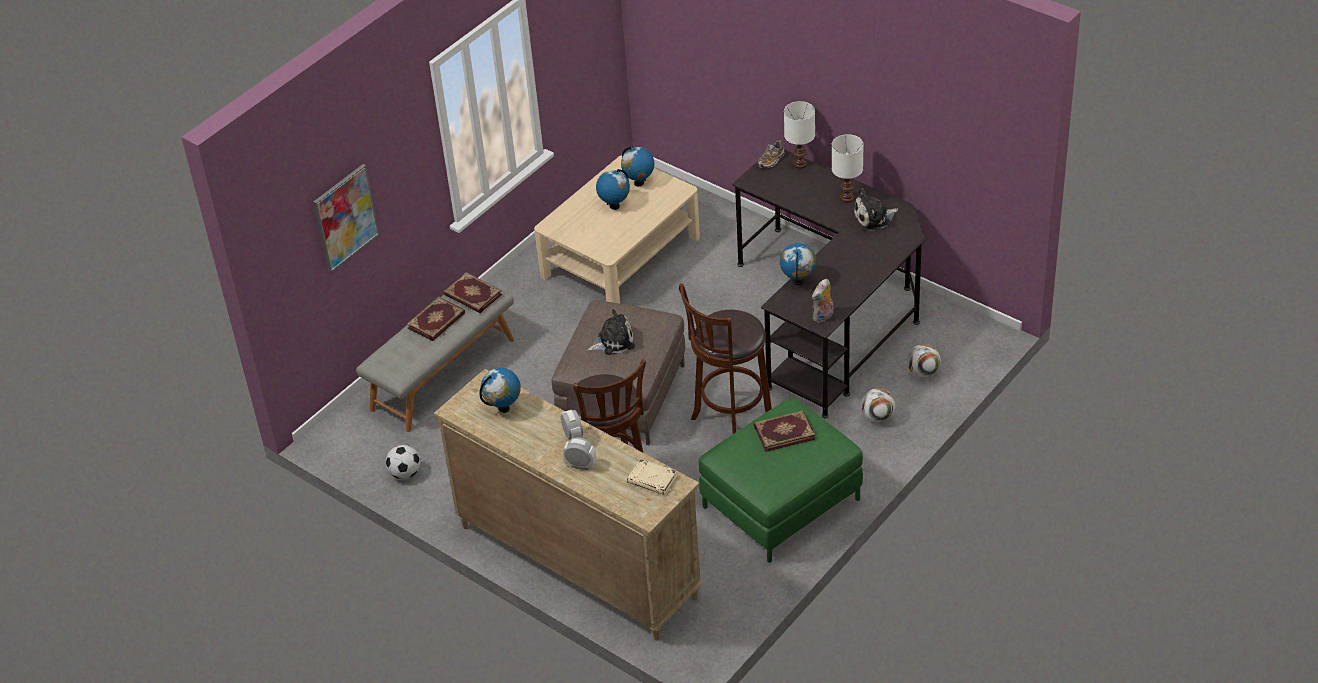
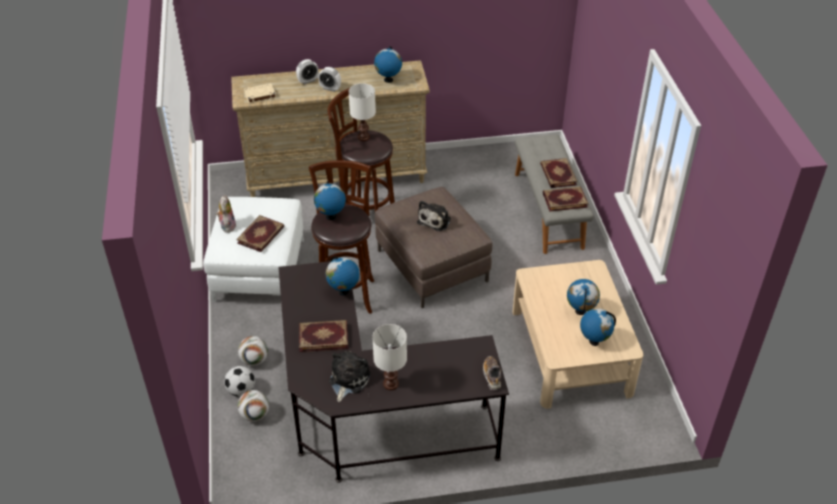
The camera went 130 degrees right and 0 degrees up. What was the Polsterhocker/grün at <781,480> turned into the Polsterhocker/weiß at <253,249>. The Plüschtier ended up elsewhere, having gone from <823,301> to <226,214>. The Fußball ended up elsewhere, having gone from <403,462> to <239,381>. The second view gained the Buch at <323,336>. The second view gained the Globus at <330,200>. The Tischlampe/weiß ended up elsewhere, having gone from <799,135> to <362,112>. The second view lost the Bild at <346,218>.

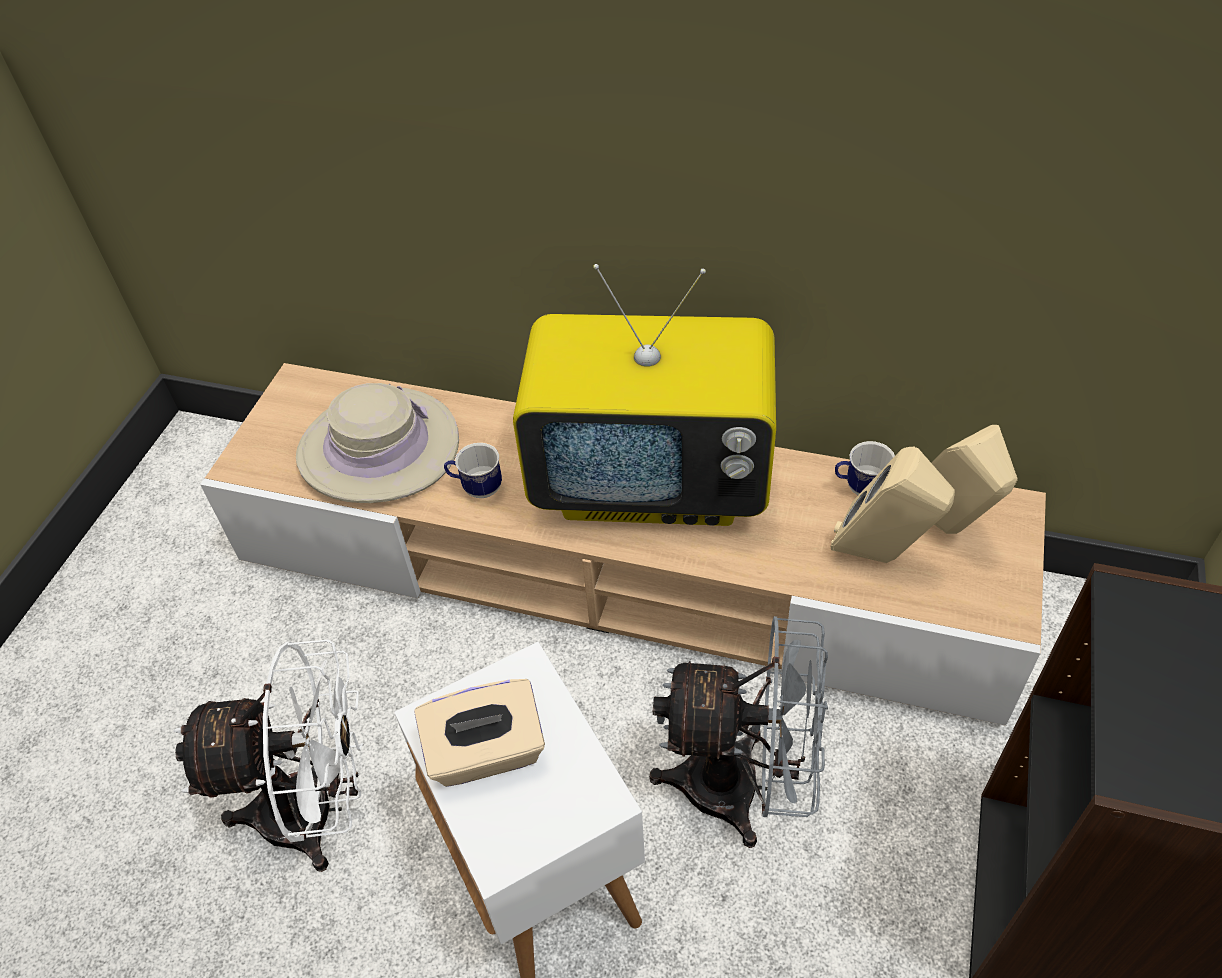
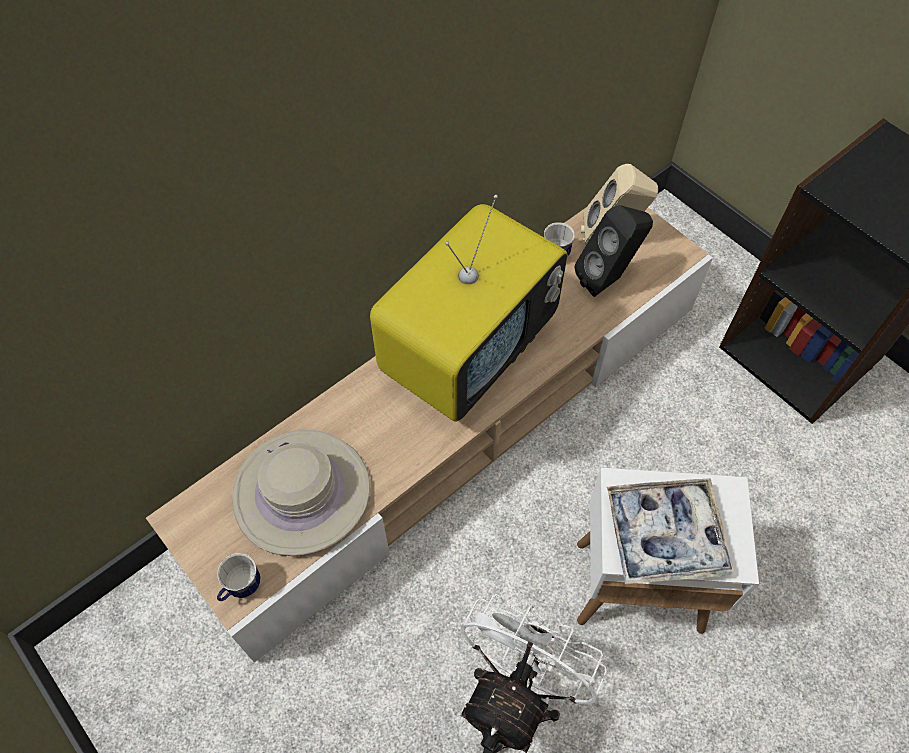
The camera went 60 degrees left and 10 degrees up. The Henkelbecher ended up elsewhere, having gone from <473,470> to <239,577>. What was the Lautsprecher/beige at <893,505> turned into the Lautsprecher/schwarz at <613,251>. Where the Taschentuchbox/beige stood at <479,733>, the Tablett came to stand at <670,531>. The second view lost the Ventilator/grau at <738,732>.

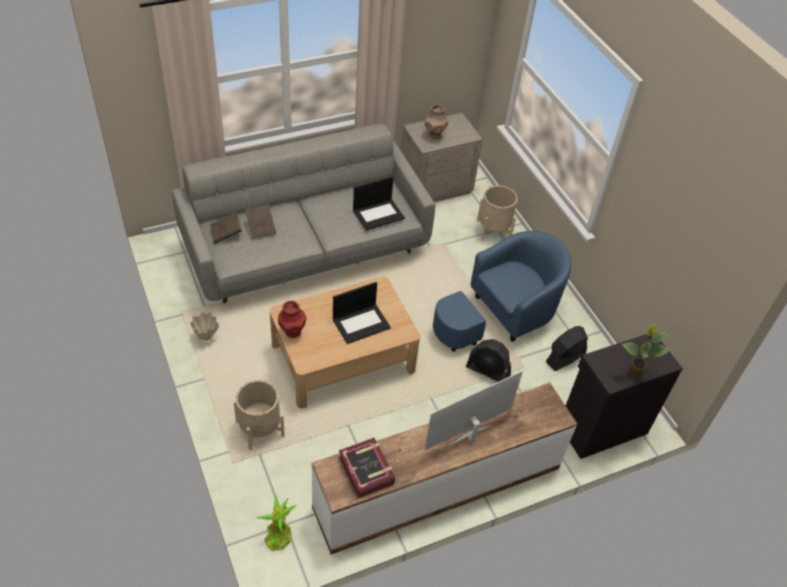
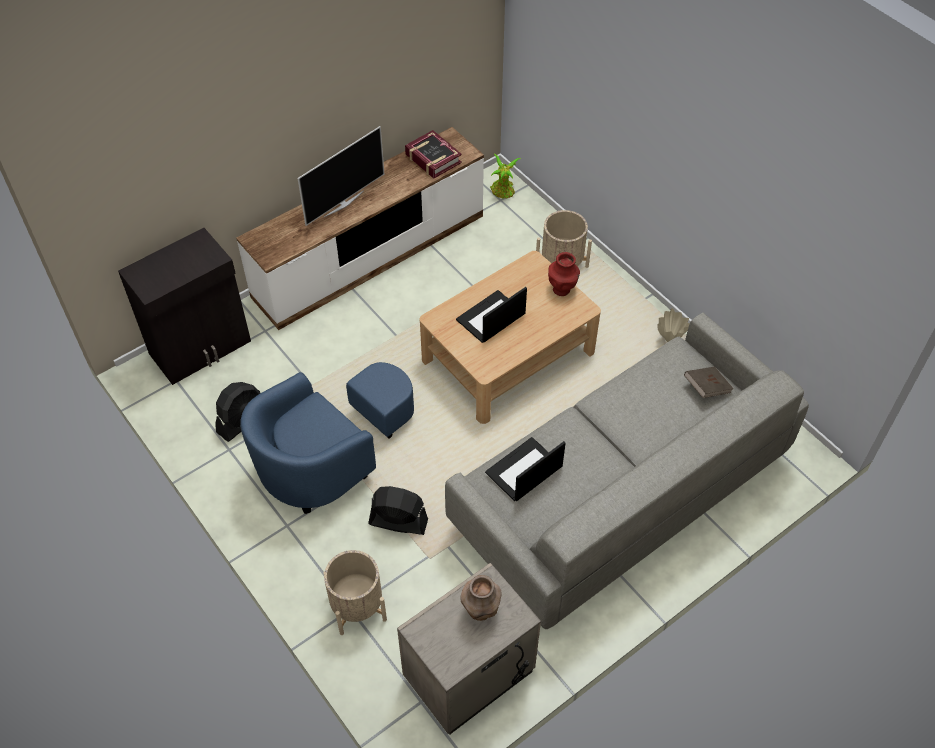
The camera went 170 degrees right and 5 degrees up. The Ventilator/schwarz ended up elsewhere, having gone from <488,360> to <398,510>. The second view lost the Buch/braun at <260,221>. The second view lost the Topfpflanze at <645,351>.

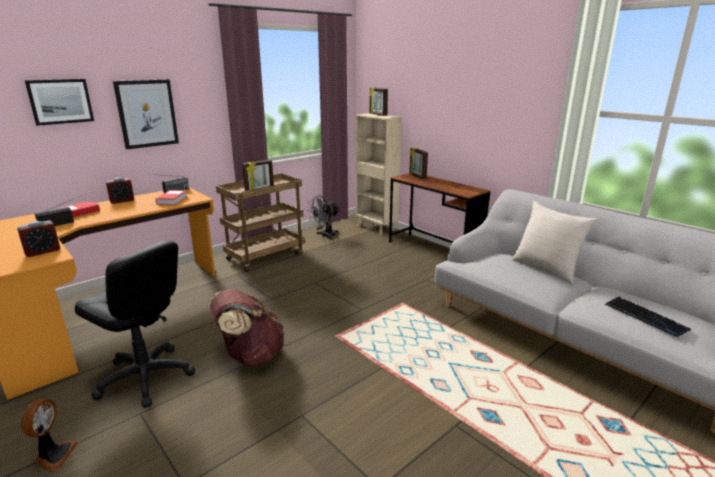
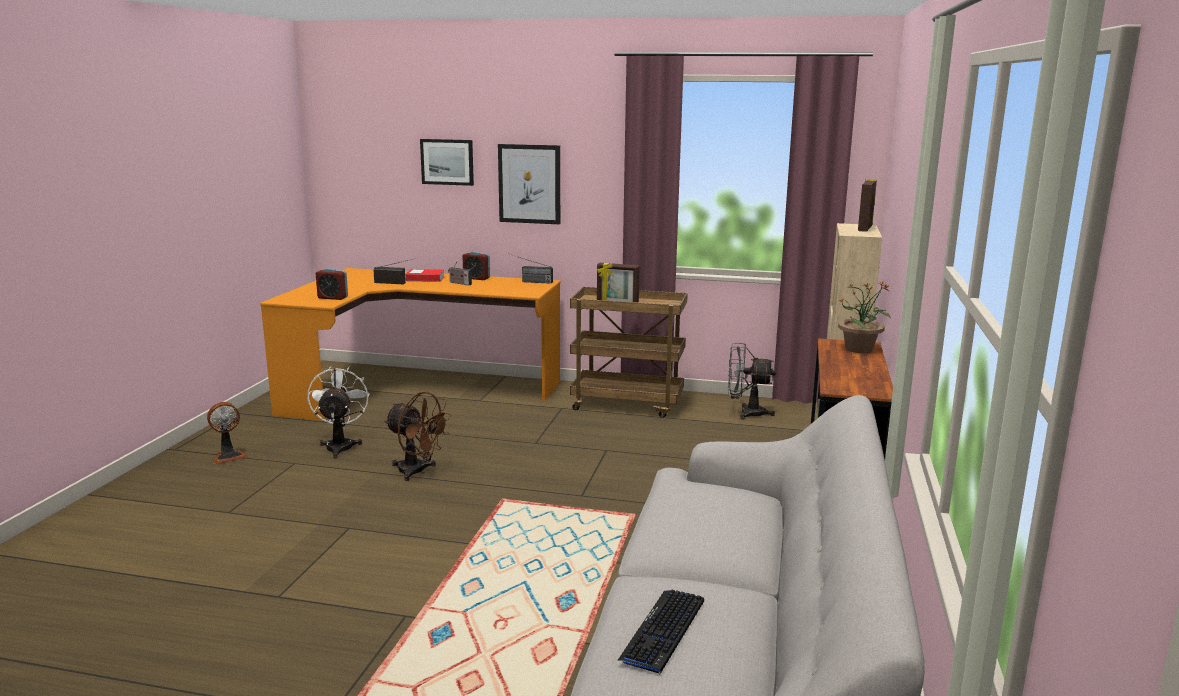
The camera went 55 degrees right and 5 degrees down. Where the Bürostuhl/schwarz stood at <135,324>, the Ventilator/weiß came to stand at <339,412>. Where the Rucksack/braun stood at <247,327>, the Ventilator/braun came to stand at <418,436>. The second view gained the Radio at <460,273>. Where the Bilderrahmen stood at <418,163>, the Topfpflanze came to stand at <864,316>. The second view lost the Buch at <171,197>. The second view lost the Kissen/beige at <555,242>.

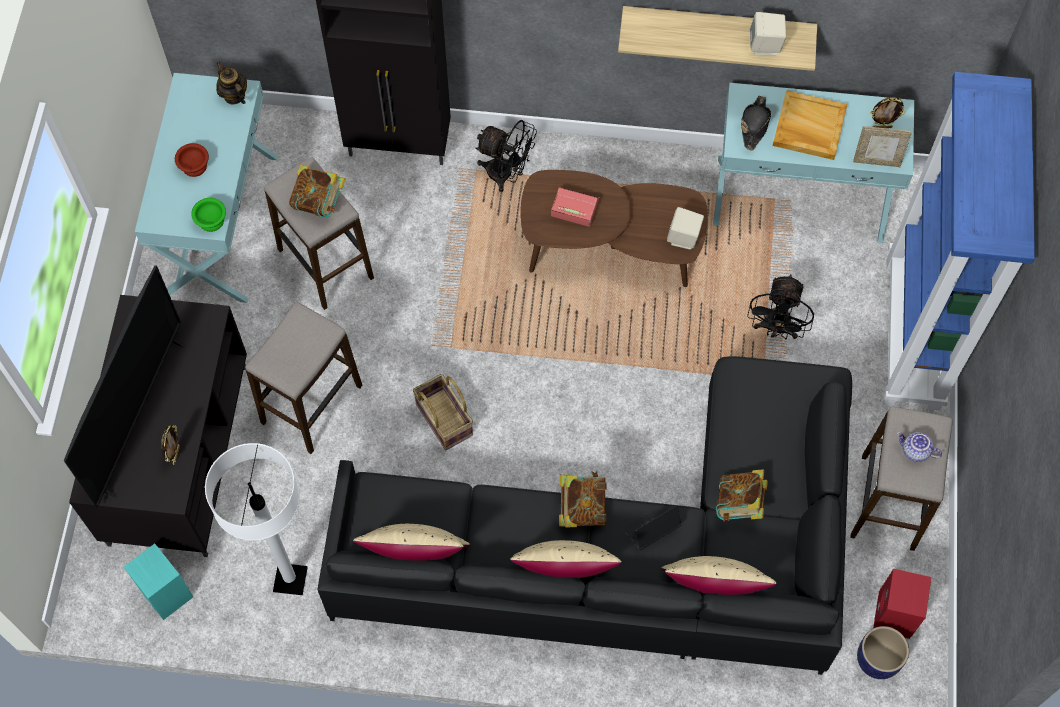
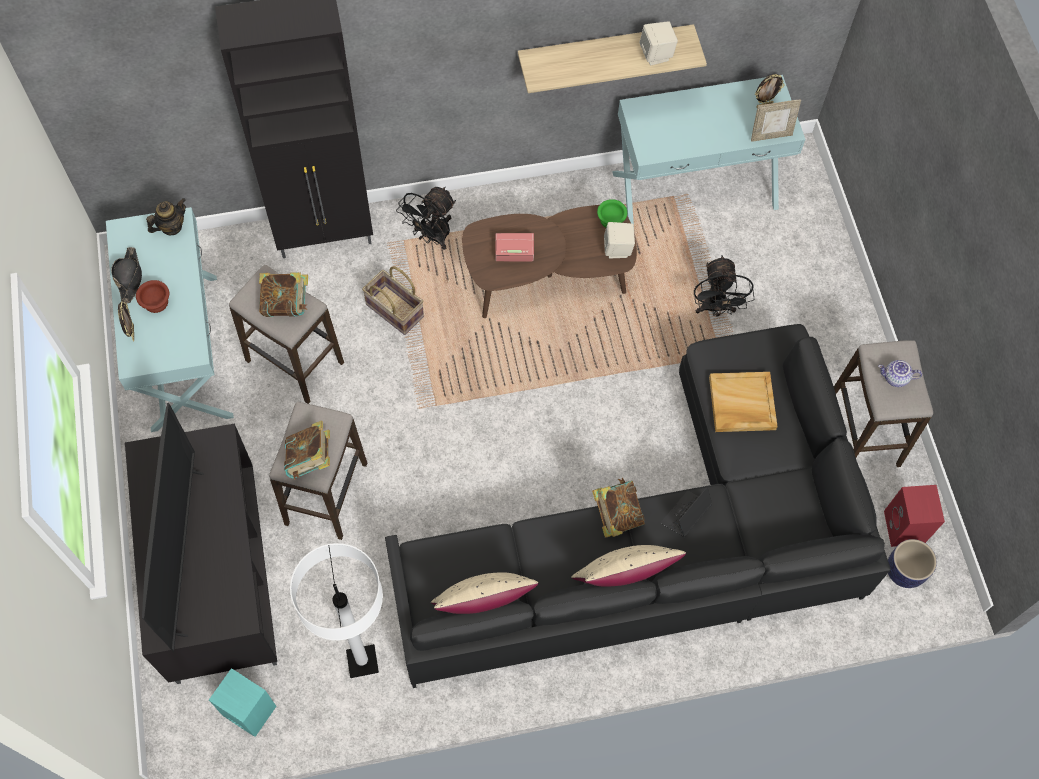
The camera went 20 degrees left and 0 degrees up. The Hut/schwarz ended up elsewhere, having gone from <756,123> to <126,275>. The Bilderrahmen ended up elsewhere, having gone from <170,445> to <126,322>. The Teekanne at <231,82> ended up facing another way, 105 degrees clockwise from before. The Buch ended up elsewhere, having gone from <742,495> to <307,450>. The Korb ended up elsewhere, having gone from <443,412> to <393,300>. The Ventilator/schwarz at <506,156> ended up facing another way, 120 degrees clockwise from before. The Schüssel/grün ended up elsewhere, having gone from <208,215> to <612,213>. The Tablett/beige ended up elsewhere, having gone from <809,125> to <743,402>. The second view lost the Kissen/beige at <719,575>. The second view lost the Bücherregal/blau at <959,241>.

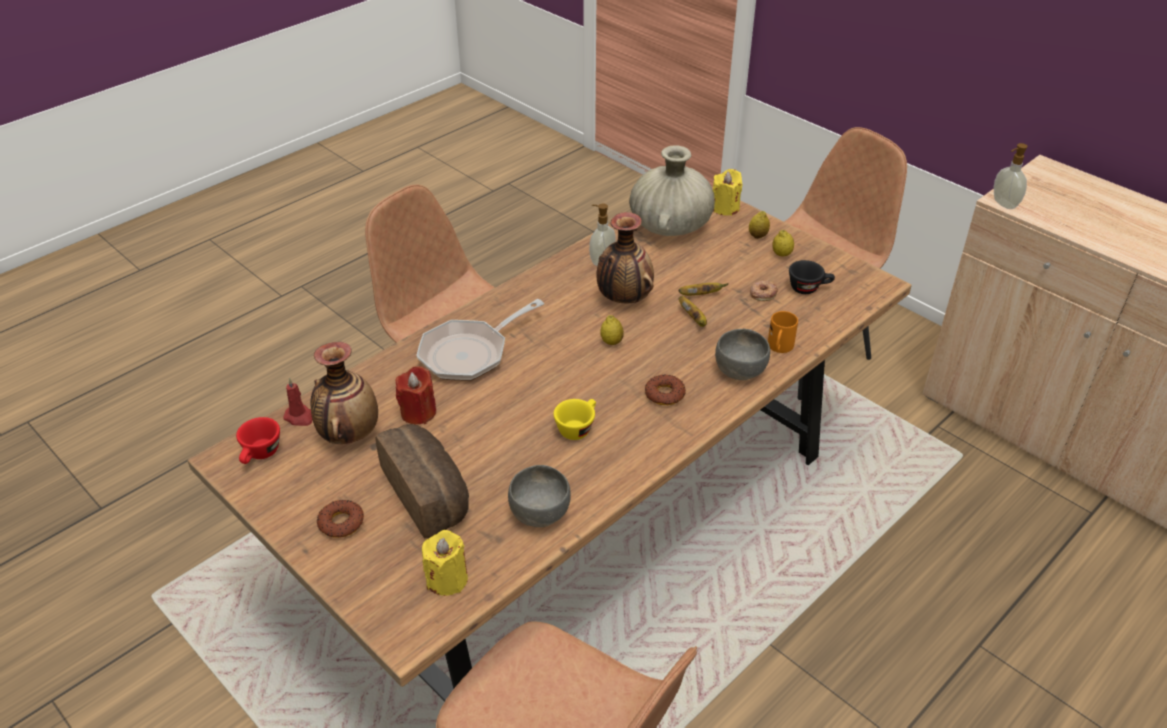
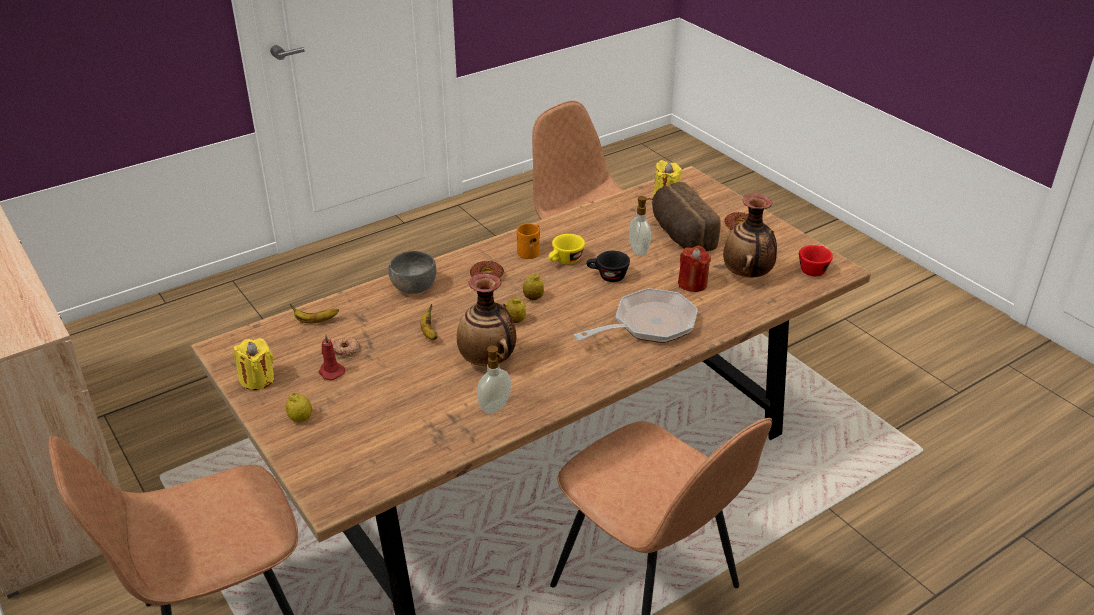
The camera went 170 degrees left and 5 degrees down. The Kerze/gelb ended up elsewhere, having gone from <727,192> to <253,364>. The Banane ended up elsewhere, having gone from <703,289> to <314,313>. The Kerze/rot ended up elsewhere, having gone from <297,402> to <331,357>. The Henkelbecher/orange ended up elsewhere, having gone from <783,332> to <528,241>. The Zitrone ended up elsewhere, having gone from <783,243> to <533,286>. The Tasse/schwarz ended up elsewhere, having gone from <812,277> to <608,266>. The Seifenspender ended up elsewhere, having gone from <1011,176> to <641,226>. The second view lost the Schüssel/grau at <539,496>. The second view lost the Vase/beige at <672,190>.

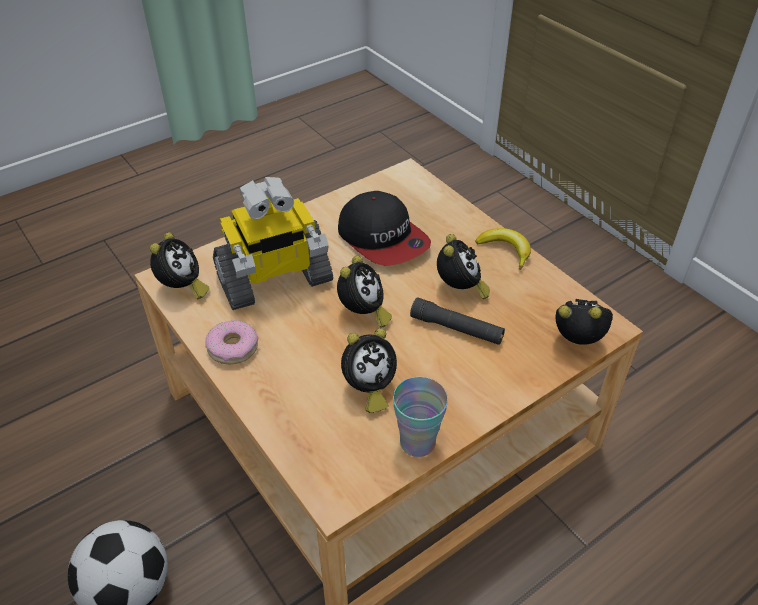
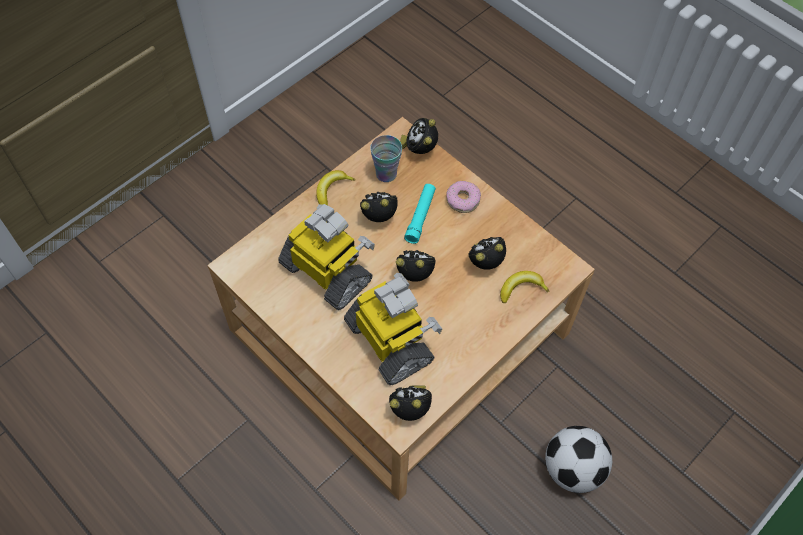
The camera went 100 degrees left and 15 degrees up. Where the Kappe stood at <384,228>, the Spielzeugroboter came to stand at <326,257>. The Tasse ended up elsewhere, having gone from <420,417> to <386,158>. What was the Taschenlampe/schwarz at <457,321> turned into the Taschenlampe/türkis at <420,214>. The Donut ended up elsewhere, having gone from <231,342> to <463,197>. The Wecker at <369,370> ended up facing another way, 75 degrees counterclockwise from before. The second view gained the Banane at <525,287>.

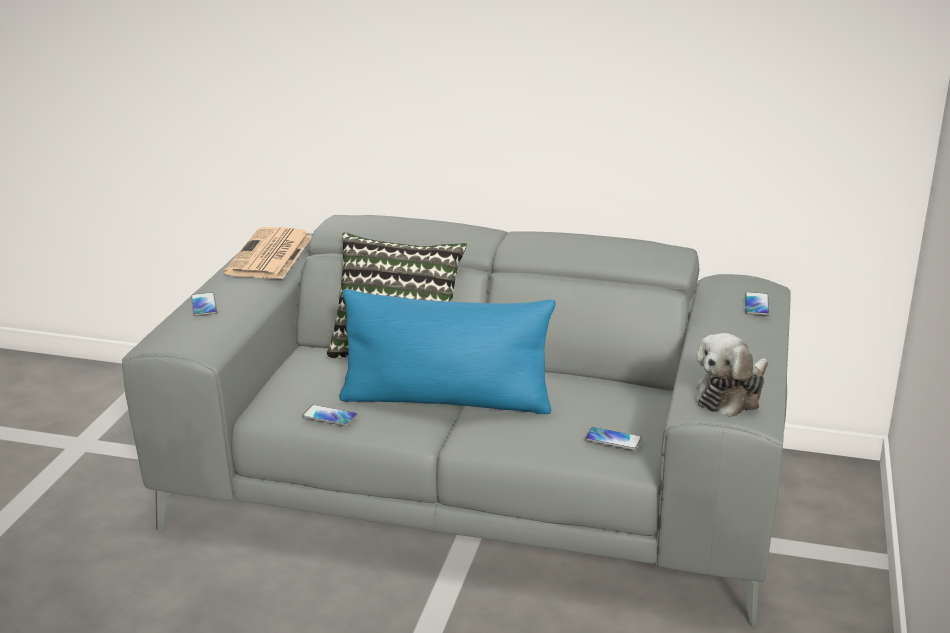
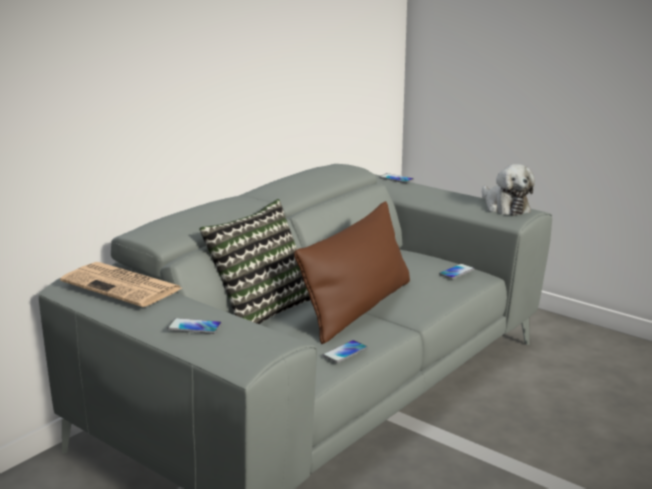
The camera went 65 degrees left and 5 degrees down. What was the Kissen/blau at <447,351> turned into the Kissen/braun at <352,272>.

